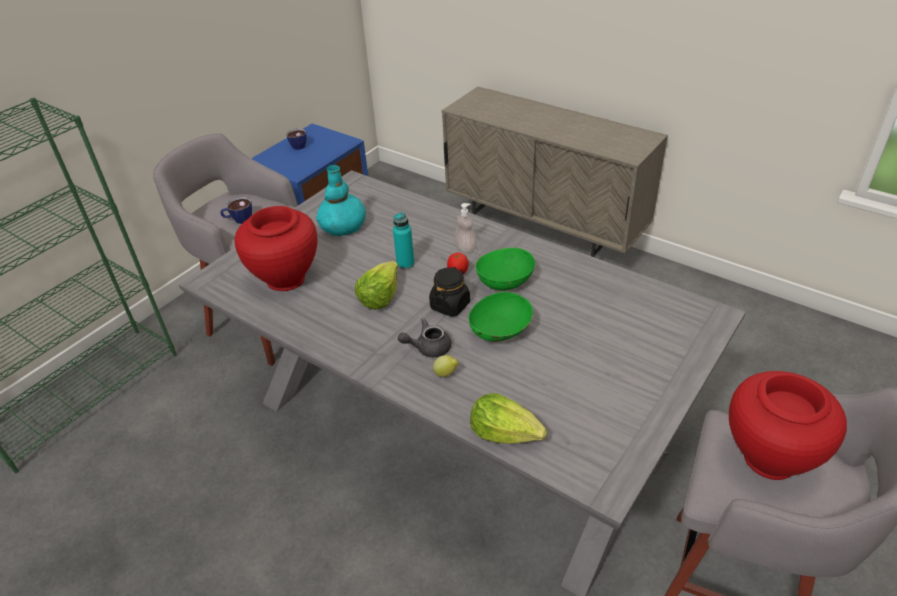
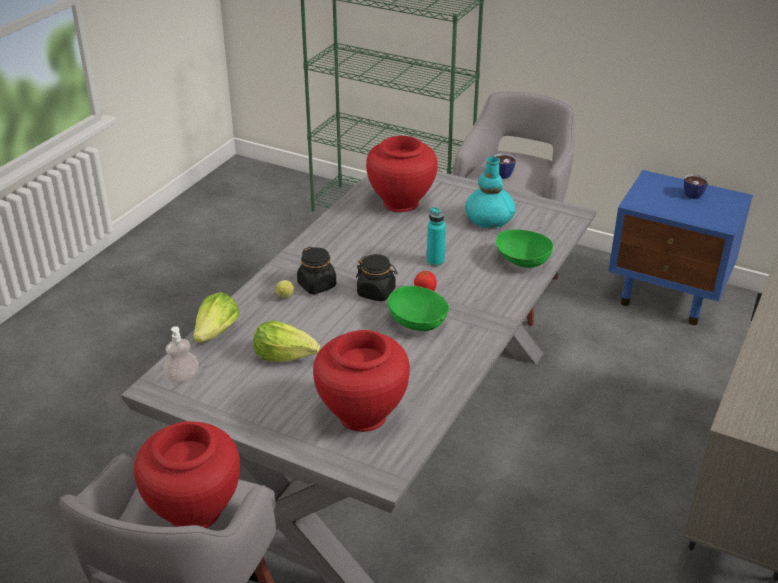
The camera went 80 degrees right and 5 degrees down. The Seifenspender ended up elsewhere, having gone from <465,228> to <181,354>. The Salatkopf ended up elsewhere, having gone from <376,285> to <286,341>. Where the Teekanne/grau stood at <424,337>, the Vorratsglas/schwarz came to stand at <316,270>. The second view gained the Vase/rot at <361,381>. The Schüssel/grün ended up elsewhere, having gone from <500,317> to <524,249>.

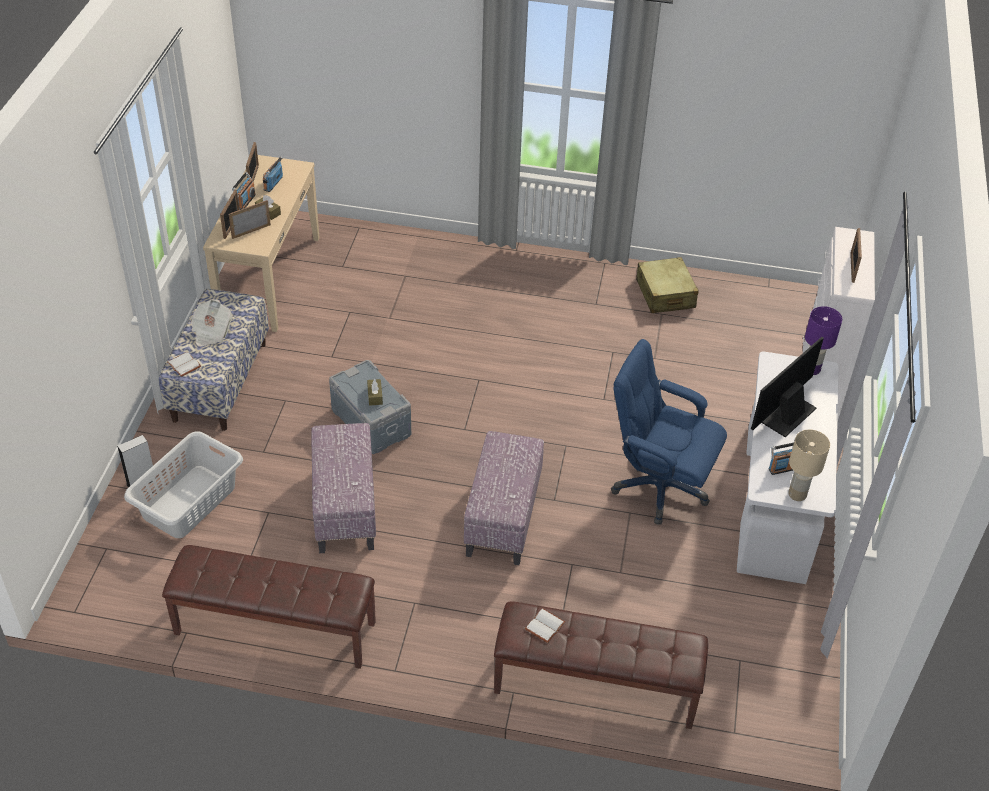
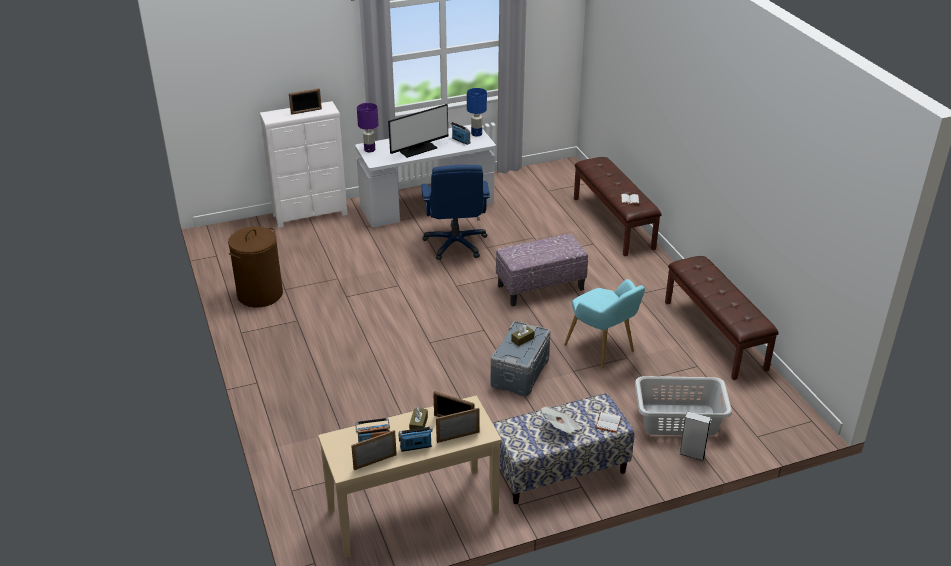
The camera went 120 degrees left and 10 degrees down. Where the Koffer/beige stood at <667,285>, the Wäschekorb/braun came to stand at <255,267>. The Monitor at <787,387> ended up facing another way, 45 degrees counterclockwise from before. What was the Tischlampe/beige at <809,465> turned into the Tischlampe/blau at <477,112>. Where the Polsterhocker stood at <343,488>, the Sessel/türkis came to stand at <604,323>.

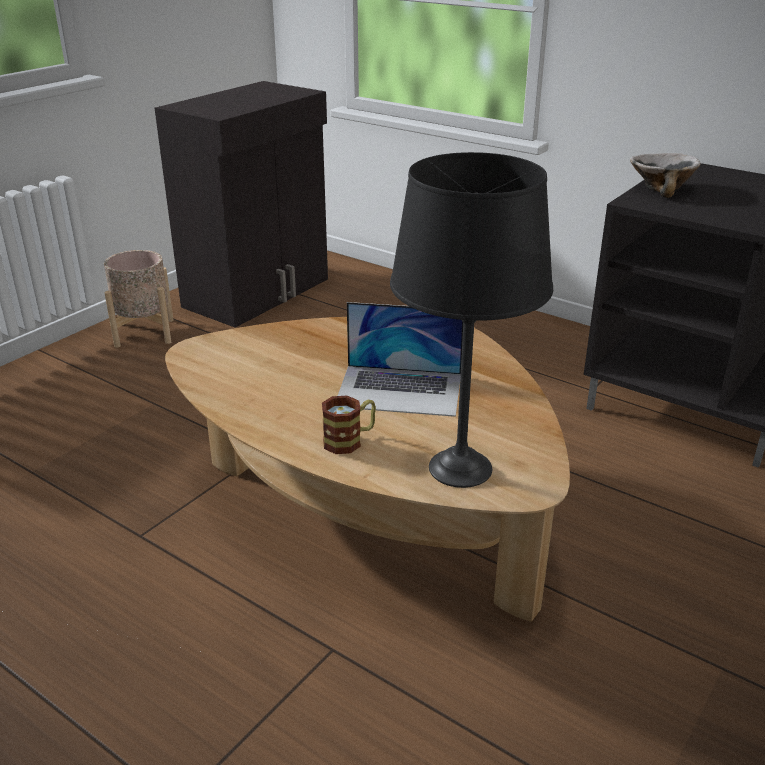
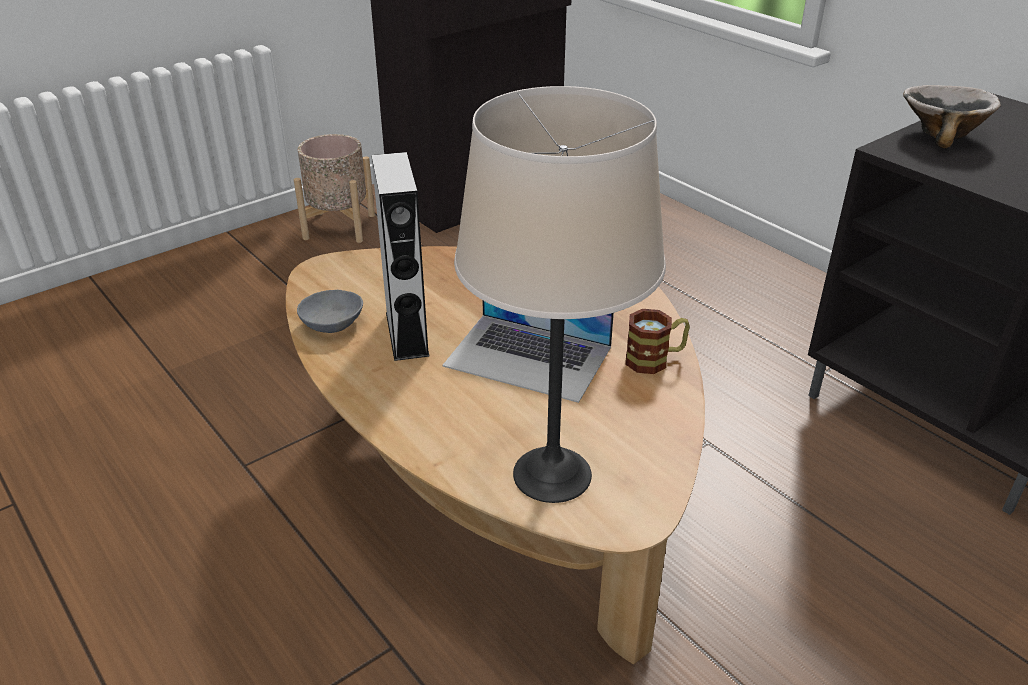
The camera went 15 degrees right and 5 degrees up. The second view gained the Schüssel/grau at <330,311>. The second view gained the Lautsprecher/grau at <400,256>. What was the Tischlampe/schwarz at <471,320> turned into the Tischlampe/beige at <560,294>. The Henkelbecher ended up elsewhere, having gone from <349,425> to <657,341>.

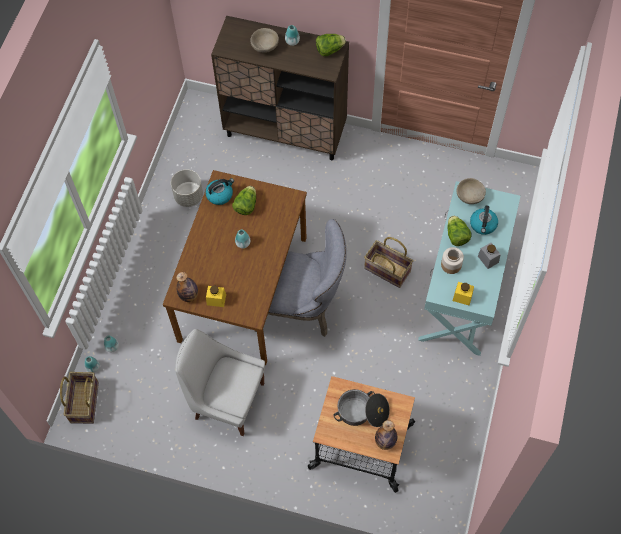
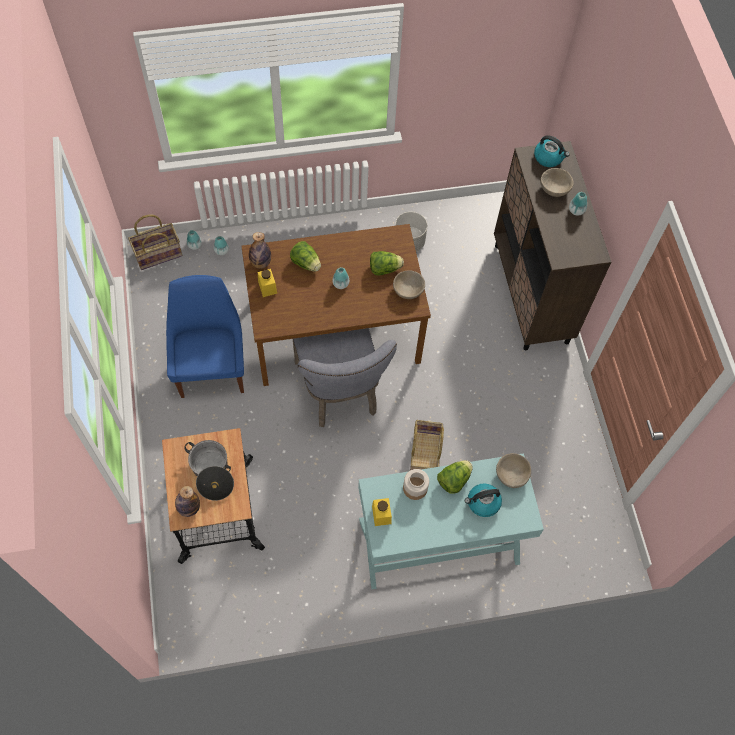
The camera went 60 degrees right and 0 degrees up. What was the Stuhl/weiß at <220,382> turned into the Stuhl/blau at <205,336>. The Salatkopf ended up elsewhere, having gone from <331,45> to <305,256>. The second view gained the Schüssel/beige at <409,284>. The Wasserkessel ended up elsewhere, having gone from <220,191> to <552,151>. The second view lost the Vorratsglas/grau at <489,256>.

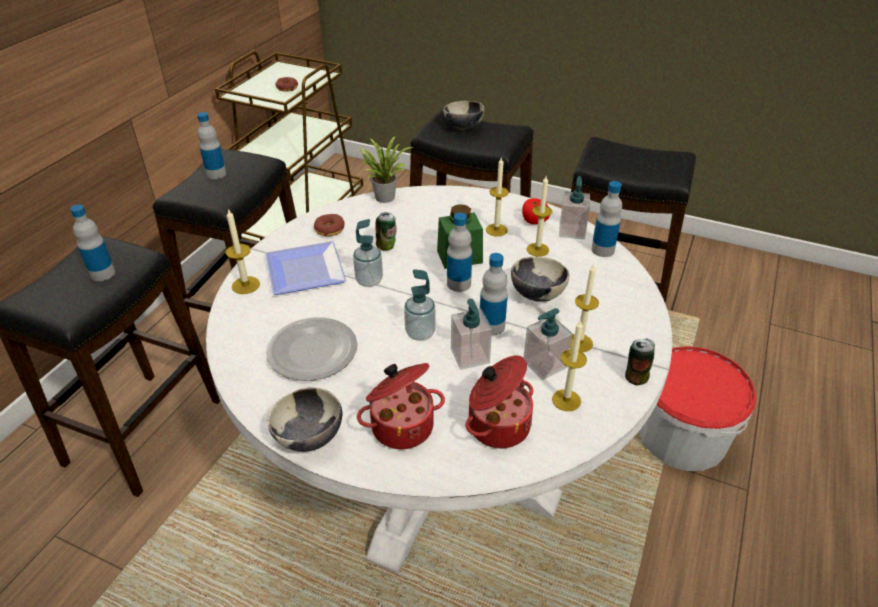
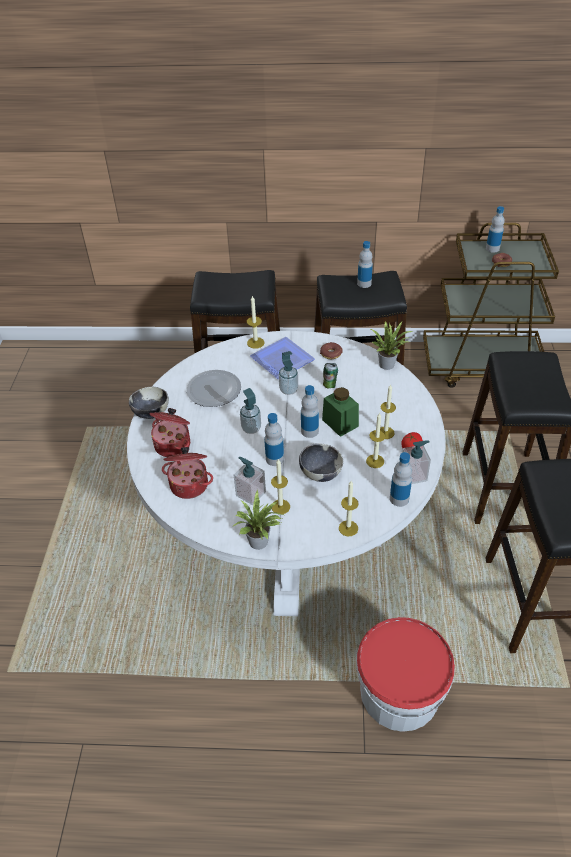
The camera went 70 degrees right and 5 degrees up. Where the Dose stood at <640,362>, the Topfpflanze came to stand at <257,520>. The Kerze ended up elsewhere, having gone from <569,365> to <349,508>. The Flasche ended up elsewhere, having gone from <92,242> to <495,229>. The second view lost the Schüssel at <463,115>. The second view lost the Seifenspender at <471,334>.

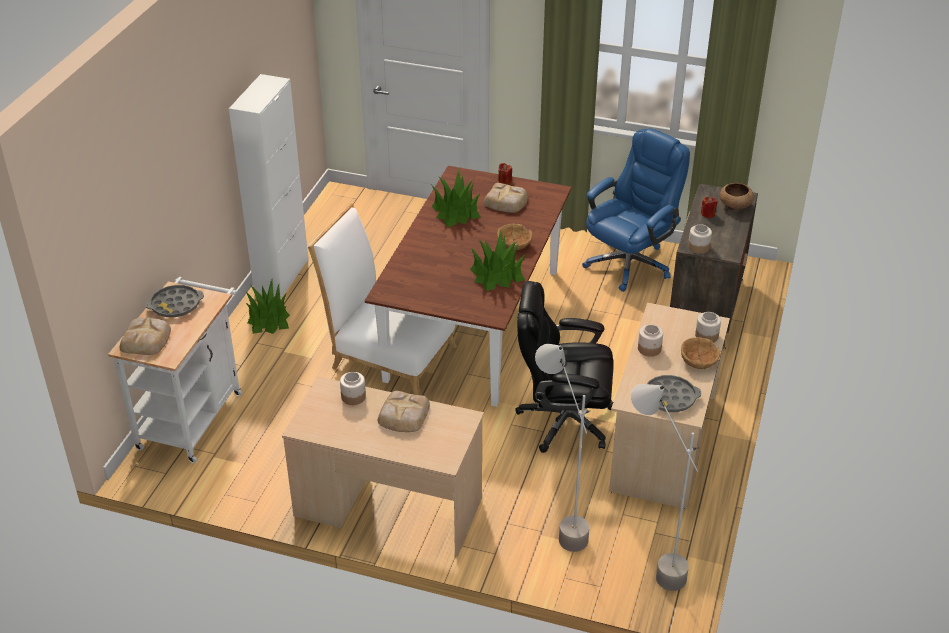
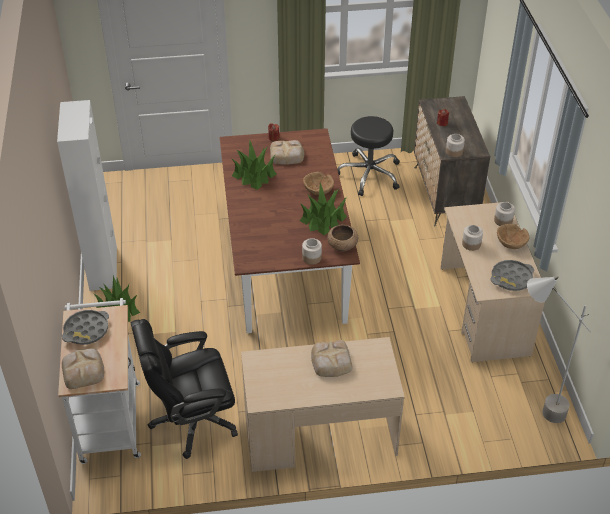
The camera went 25 degrees left and 5 degrees up. The Bürostuhl/schwarz ended up elsewhere, having gone from <564,367> to <184,389>. The Vorratsglas ended up elsewhere, having gone from <353,388> to <312,251>. The Schüssel/braun ended up elsewhere, having gone from <737,197> to <342,238>. Where the Bürostuhl/blau stood at <636,210>, the Hocker/schwarz came to stand at <368,156>. The second view lost the Stuhl/weiß at <382,299>. The second view lost the Stehlampe/grau at <562,448>.

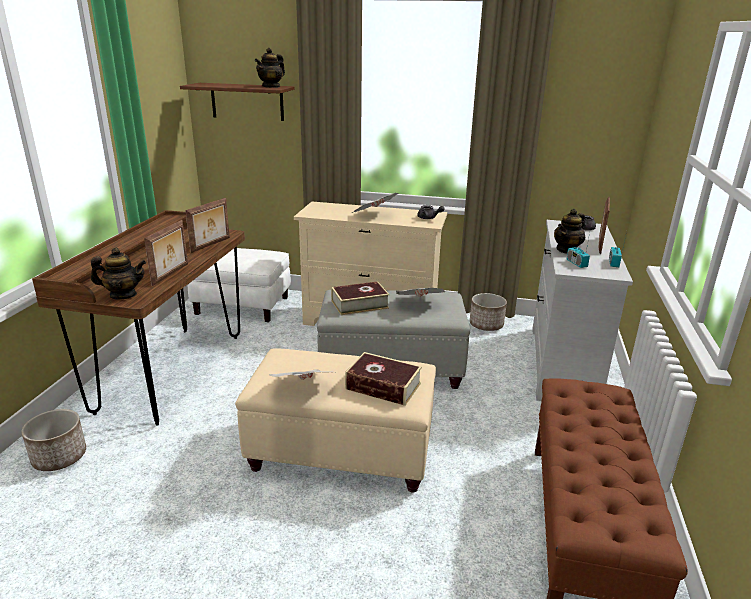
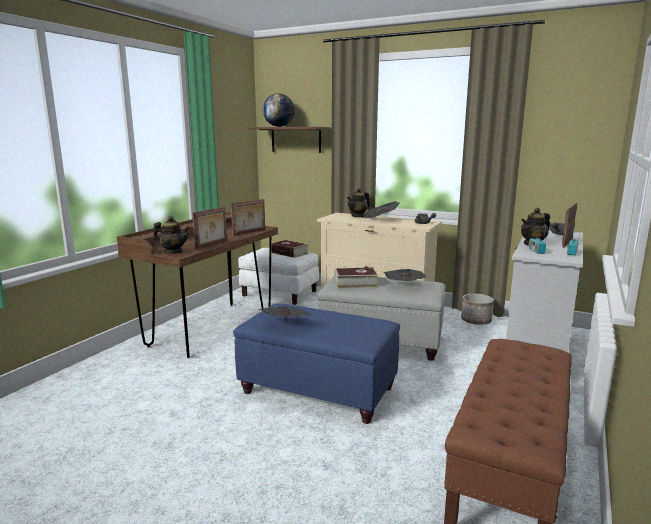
The camera went 15 degrees right and 10 degrees down. What was the Polsterhocker/beige at <335,421> turned into the Polsterhocker/blau at <316,363>. The second view gained the Globus at <279,110>. The Buch ended up elsewhere, having gone from <383,379> to <290,249>. The Teekanne ended up elsewhere, having gone from <270,68> to <358,202>. The second view lost the Pflanzkübel at <53,440>.

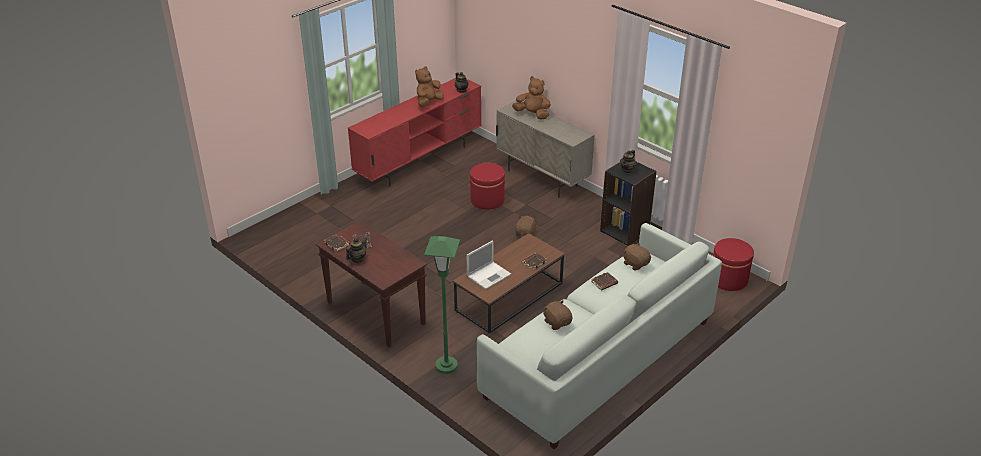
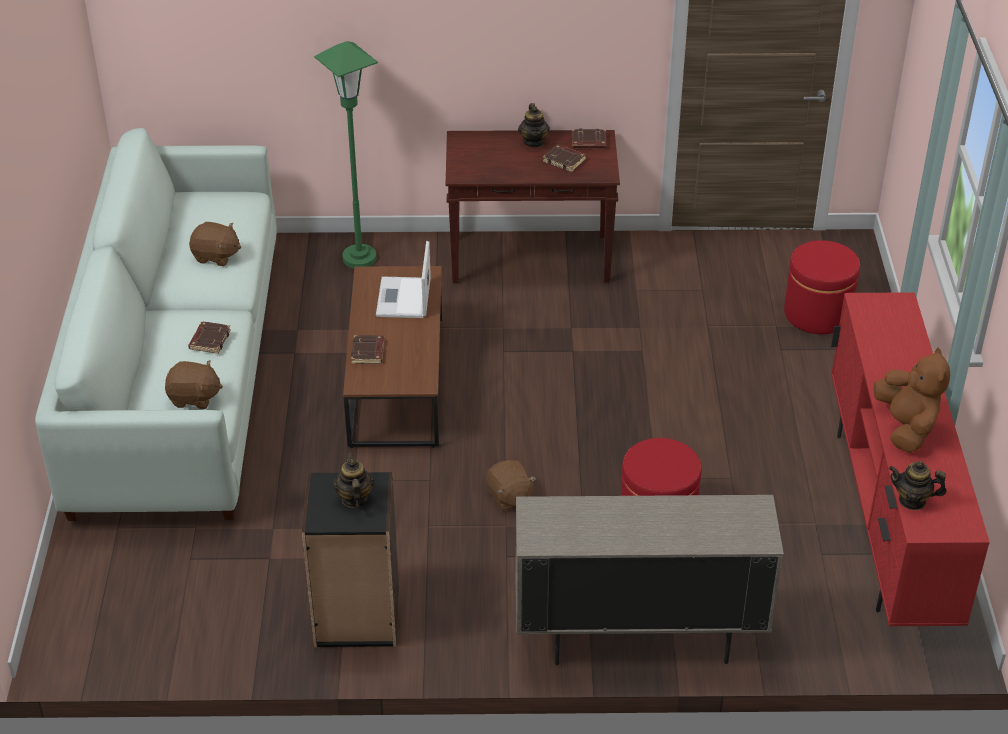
The camera went 135 degrees right and 5 degrees up. The Polsterhocker/rot ended up elsewhere, having gone from <733,264> to <822,287>. The second view lost the Plüschtier/braun at <531,98>.

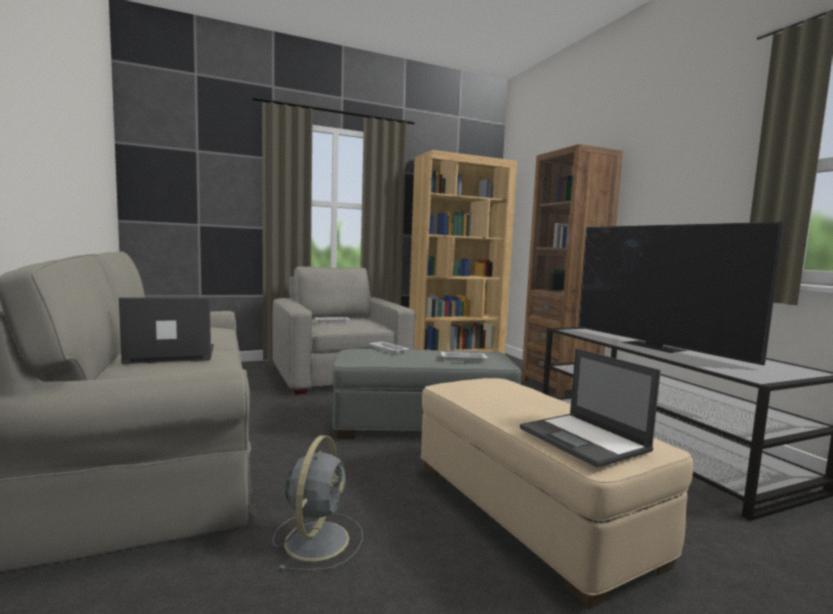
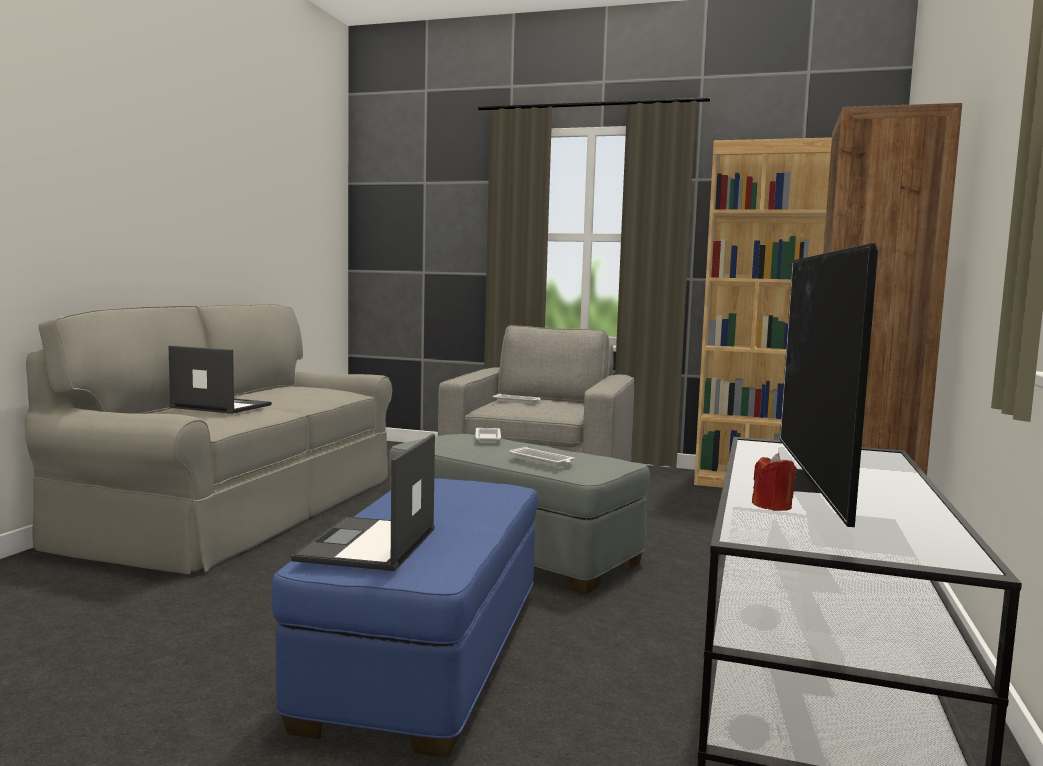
The camera went 40 degrees right and 0 degrees up. What was the Polsterhocker/beige at <557,493> turned into the Polsterhocker/blau at <404,618>. The second view gained the Kerze/rot at <774,482>. The second view lost the Ventilator/grau at <318,503>.

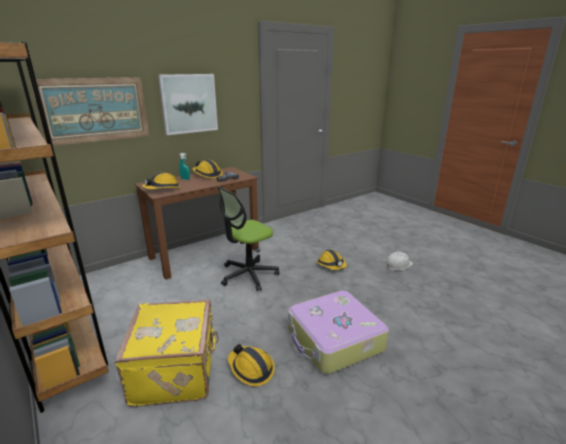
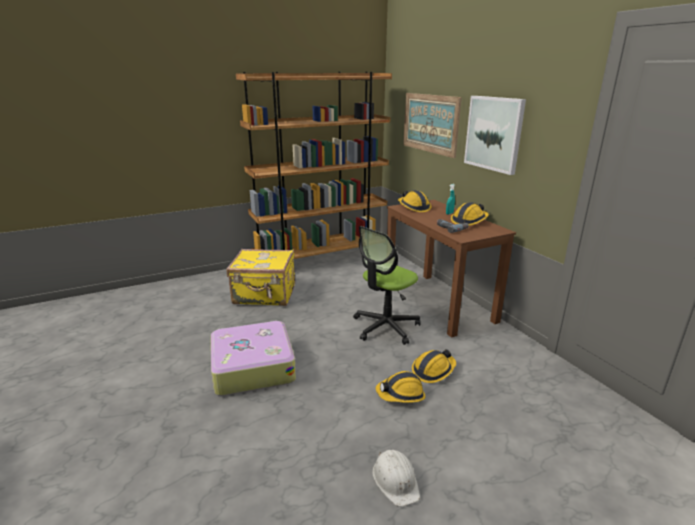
The camera went 100 degrees right and 0 degrees up. The Bürostuhl at <248,238> ended up facing another way, 105 degrees counterclockwise from before. The Schutzhelm ended up elsewhere, having gone from <251,365> to <434,366>.

